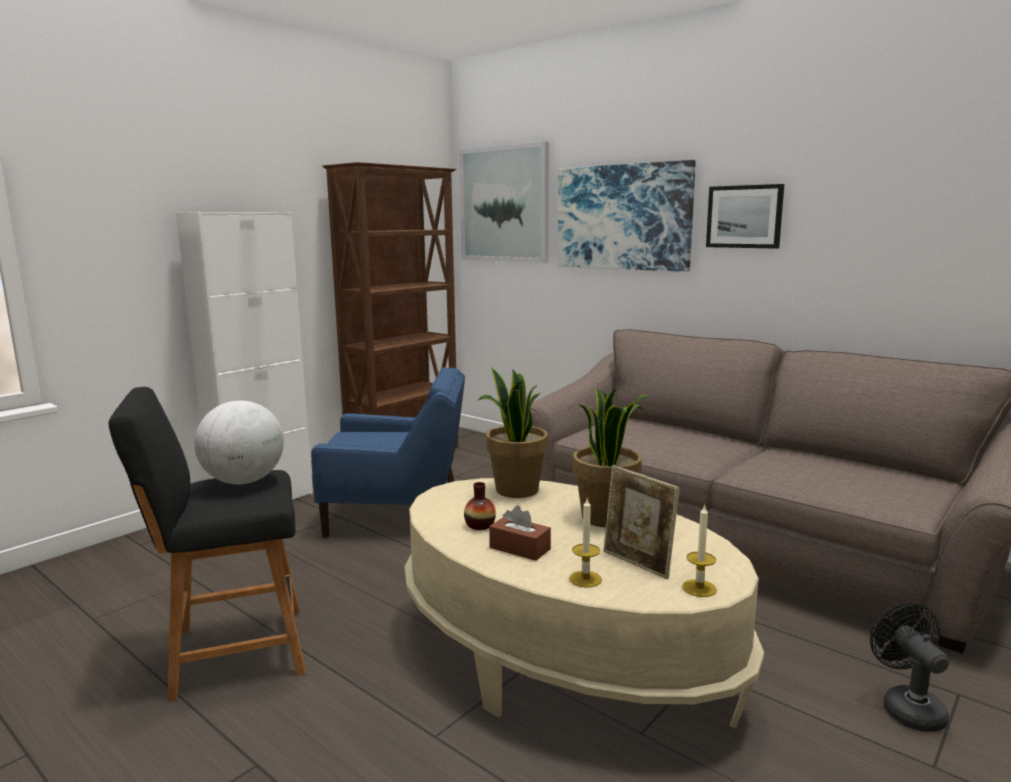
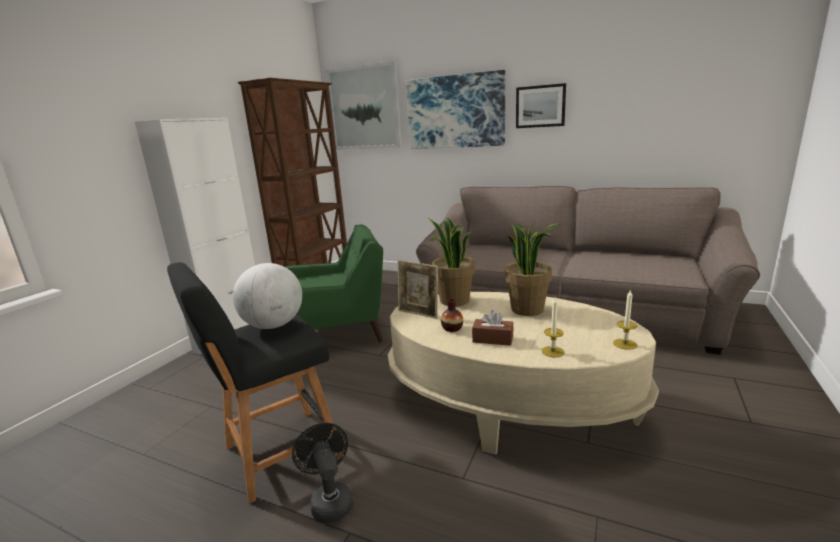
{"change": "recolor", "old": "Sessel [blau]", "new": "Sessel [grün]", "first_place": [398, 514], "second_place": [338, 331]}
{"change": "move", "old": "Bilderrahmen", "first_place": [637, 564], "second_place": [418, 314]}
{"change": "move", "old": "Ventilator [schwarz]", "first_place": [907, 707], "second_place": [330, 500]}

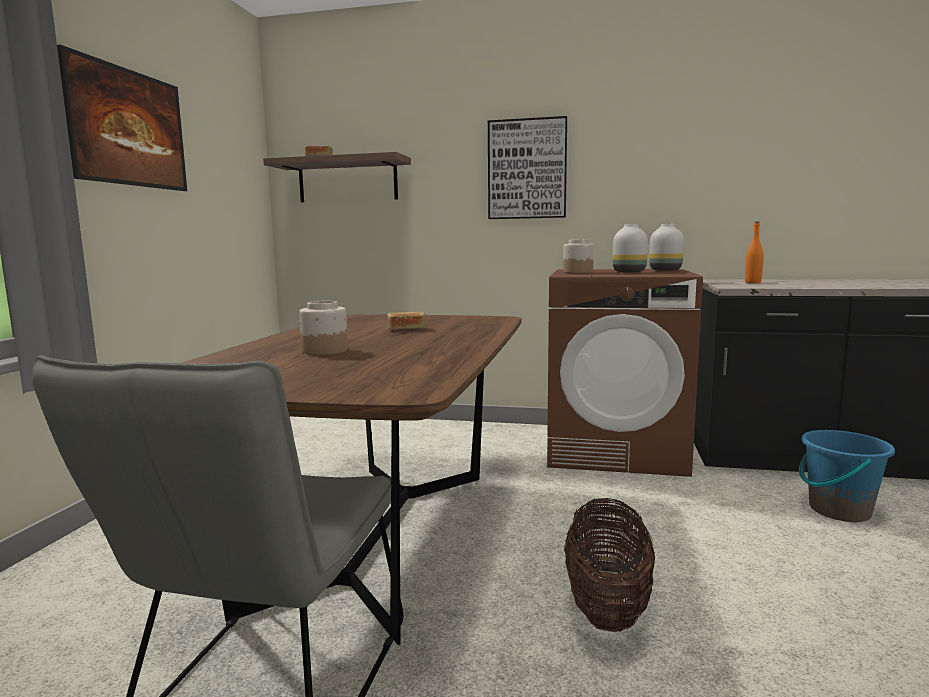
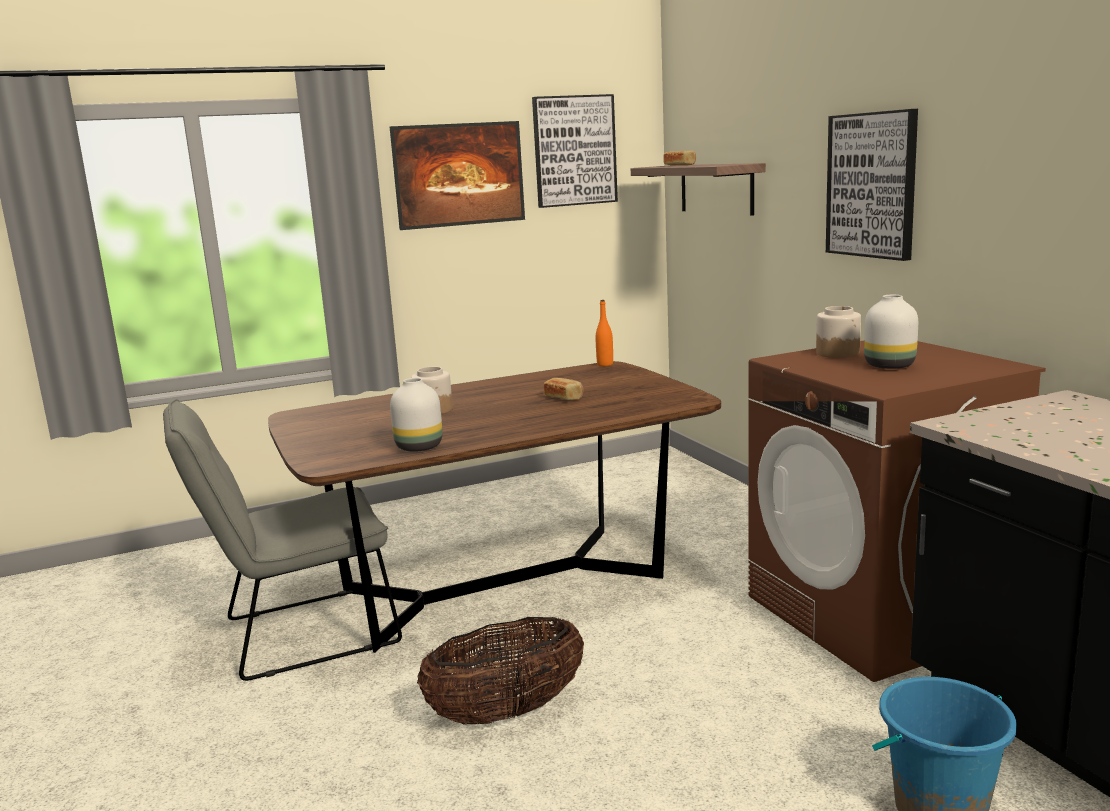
{"change": "move", "old": "Flasche [orange]", "first_place": [752, 283], "second_place": [605, 364]}
{"change": "move", "old": "Vase [weiß]", "first_place": [664, 270], "second_place": [419, 447]}
{"change": "insert", "new": "Bild", "second_place": [574, 151]}

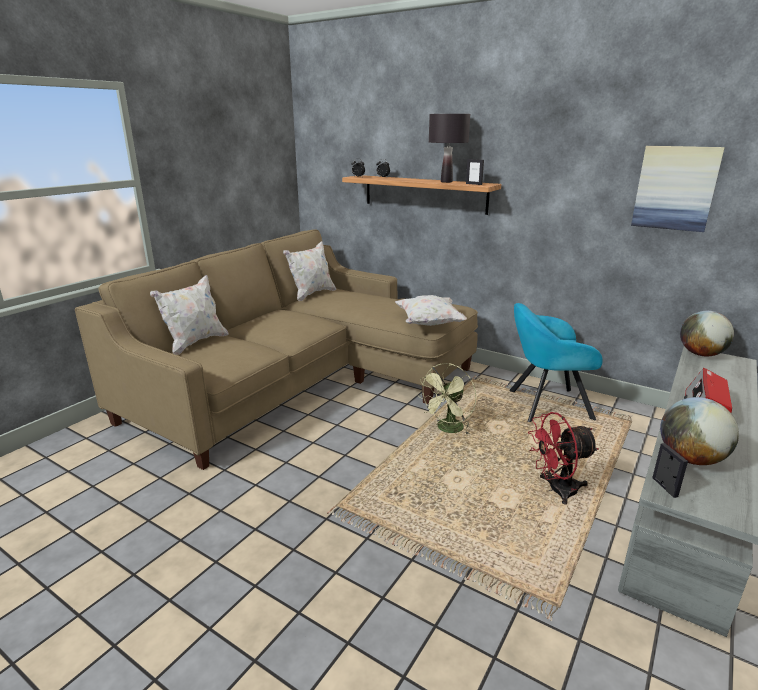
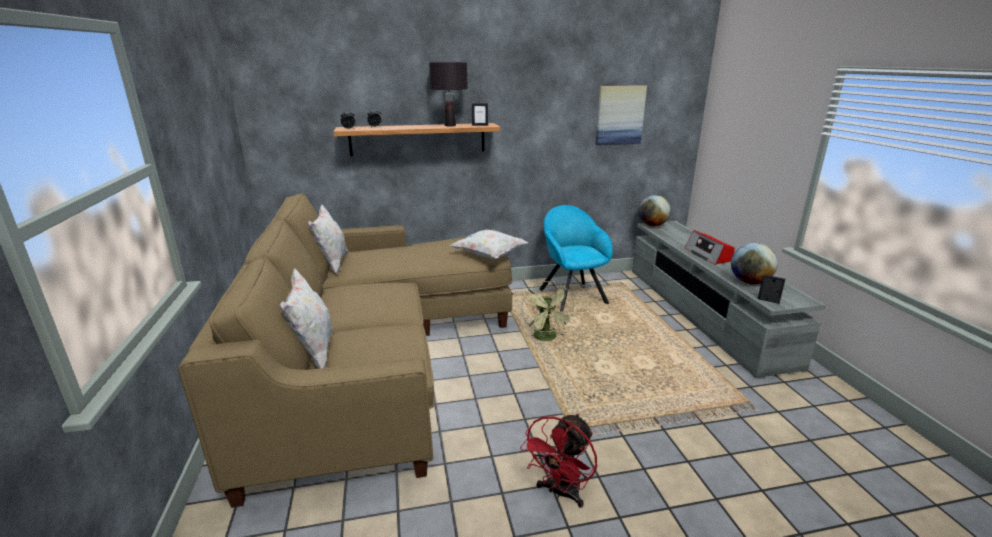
{"change": "rotate", "old": "Sessel [türkis]", "first_place": [545, 405], "second_place": [571, 294], "degrees": 120}
{"change": "move", "old": "Ventilator [rot]", "first_place": [556, 490], "second_place": [560, 493]}

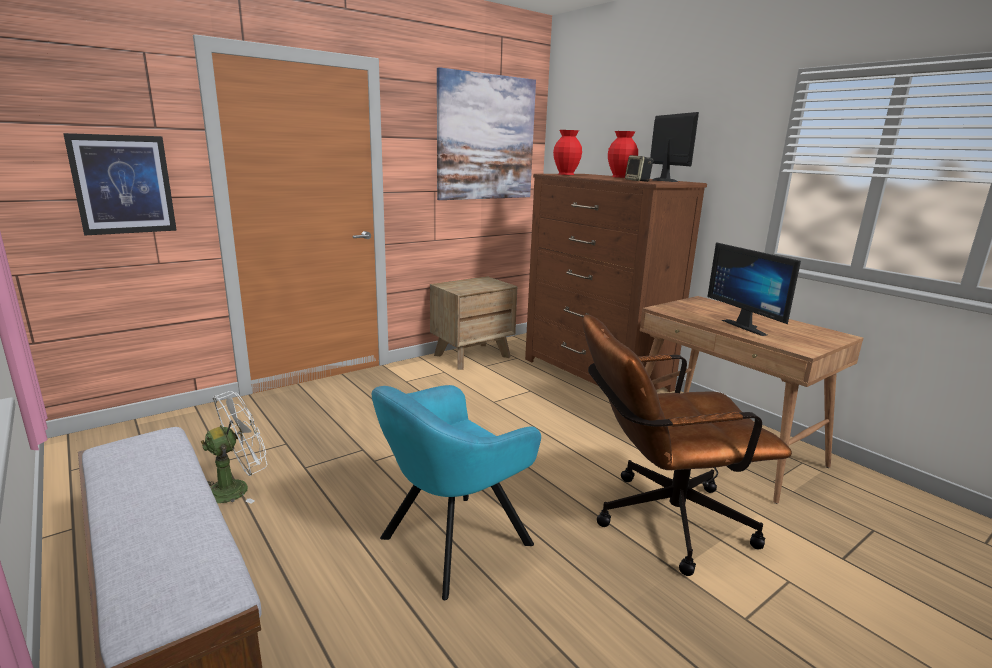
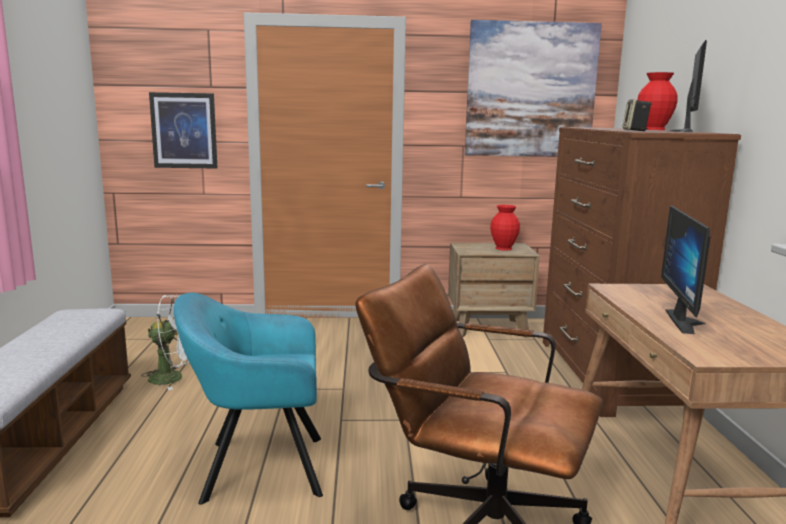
{"change": "move", "old": "Vase [rot]", "first_place": [565, 174], "second_place": [503, 248]}

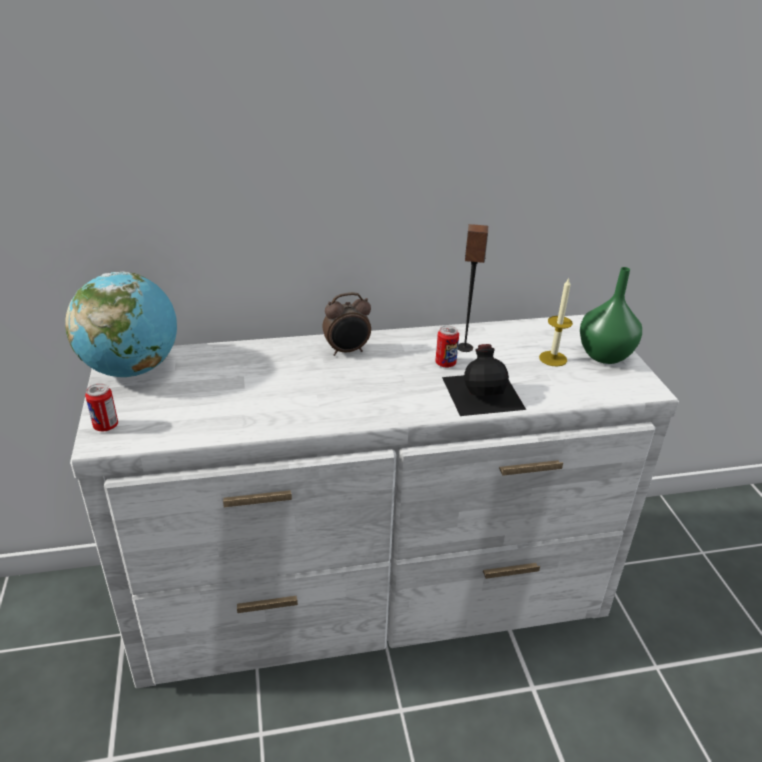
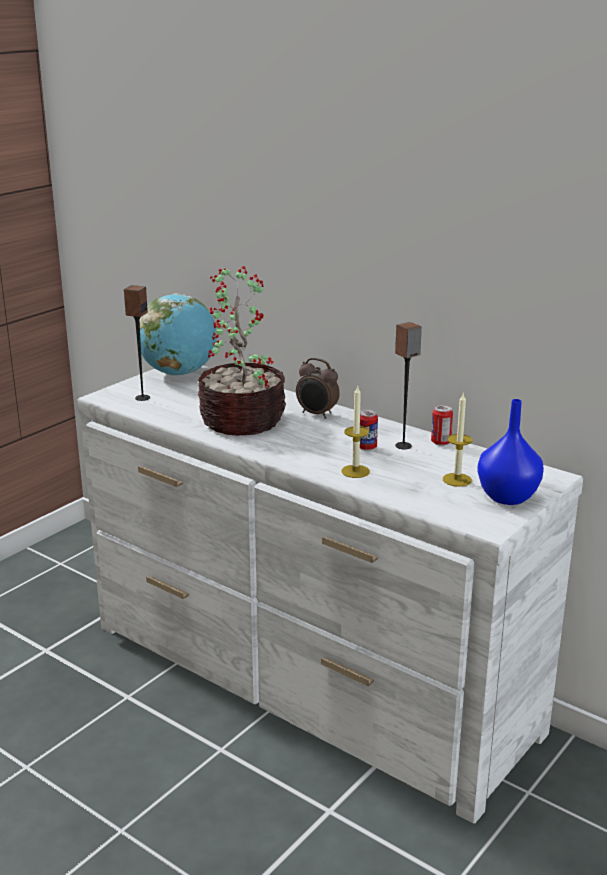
{"change": "recolor", "old": "Vase [grün]", "new": "Vase [blau]", "first_place": [606, 356], "second_place": [508, 497]}
{"change": "replace", "old": "Flasche [schwarz]", "new": "Kerze", "first_place": [483, 392], "second_place": [355, 471]}
{"change": "move", "old": "Dose", "first_place": [106, 426], "second_place": [440, 442]}
{"change": "insert", "new": "Topfpflanze", "second_place": [241, 419]}
{"change": "insert", "new": "Lautsprecher", "second_place": [142, 398]}

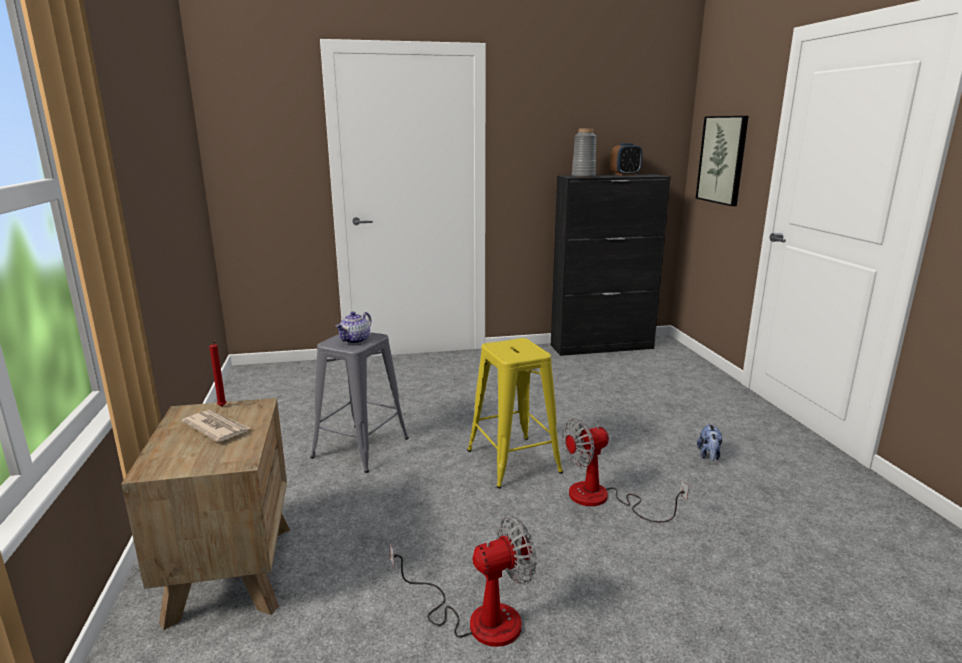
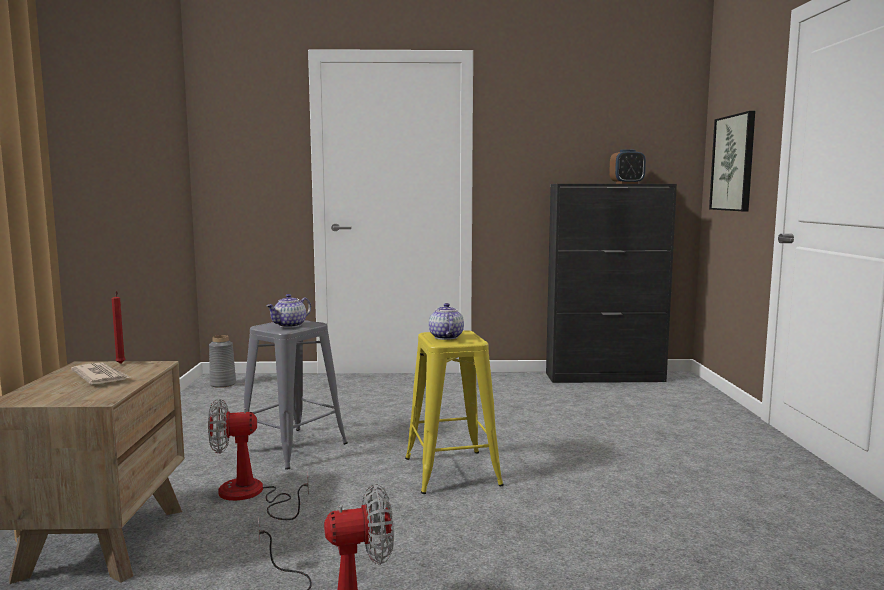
{"change": "move", "old": "Vase [grau]", "first_place": [583, 176], "second_place": [222, 384]}
{"change": "move", "old": "Ventilator", "first_place": [602, 499], "second_place": [251, 495]}
{"change": "delete", "old": "Plüschtier", "first_place": [709, 455]}
{"change": "insert", "new": "Teekanne", "second_place": [445, 337]}

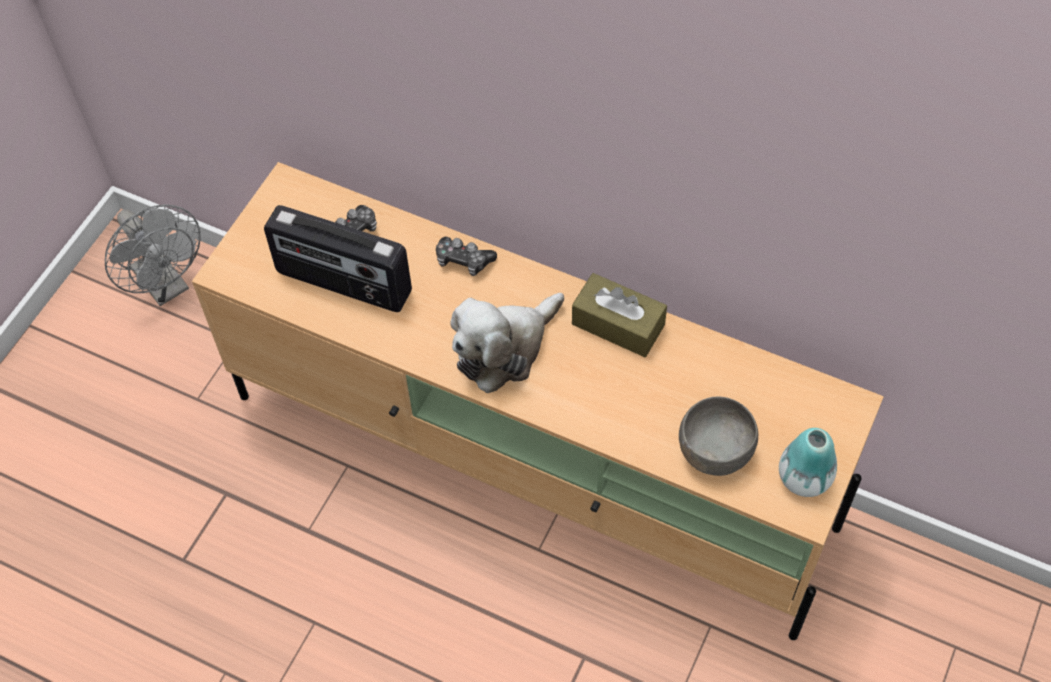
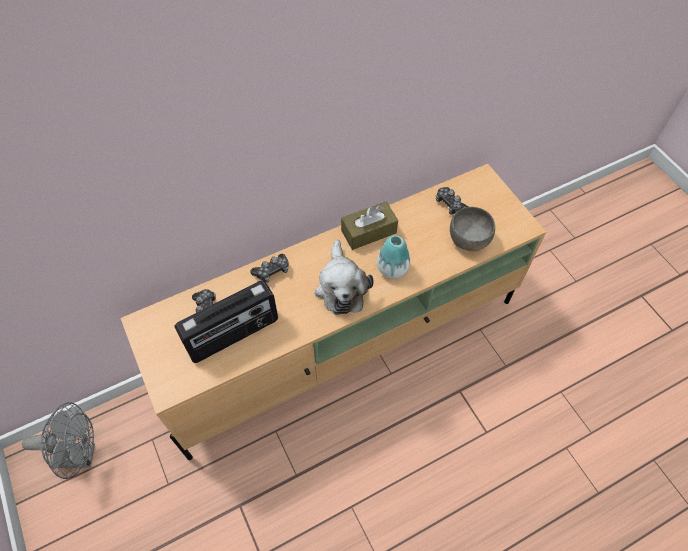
{"change": "move", "old": "Vase", "first_place": [804, 478], "second_place": [392, 268]}
{"change": "insert", "new": "Gamepad", "second_place": [450, 204]}

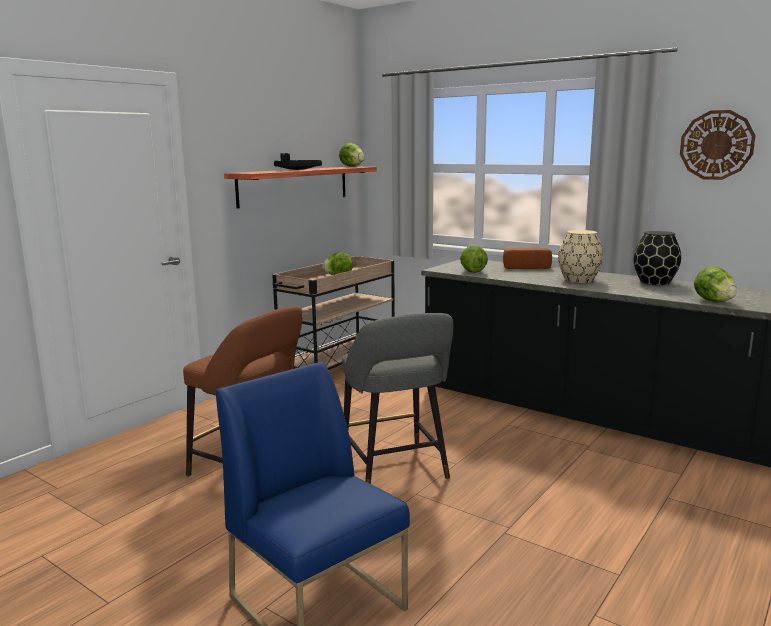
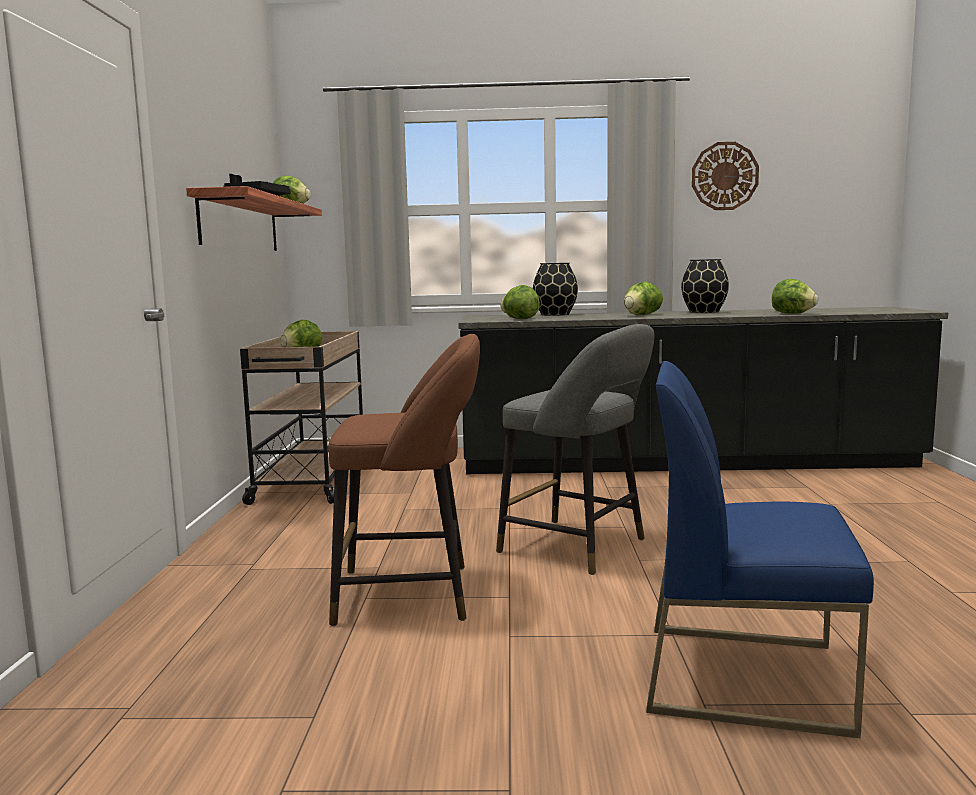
{"change": "replace", "old": "Vase [beige]", "new": "Salatkopf", "first_place": [579, 280], "second_place": [641, 315]}
{"change": "replace", "old": "Brot", "new": "Vase [schwarz]", "first_place": [525, 267], "second_place": [556, 314]}

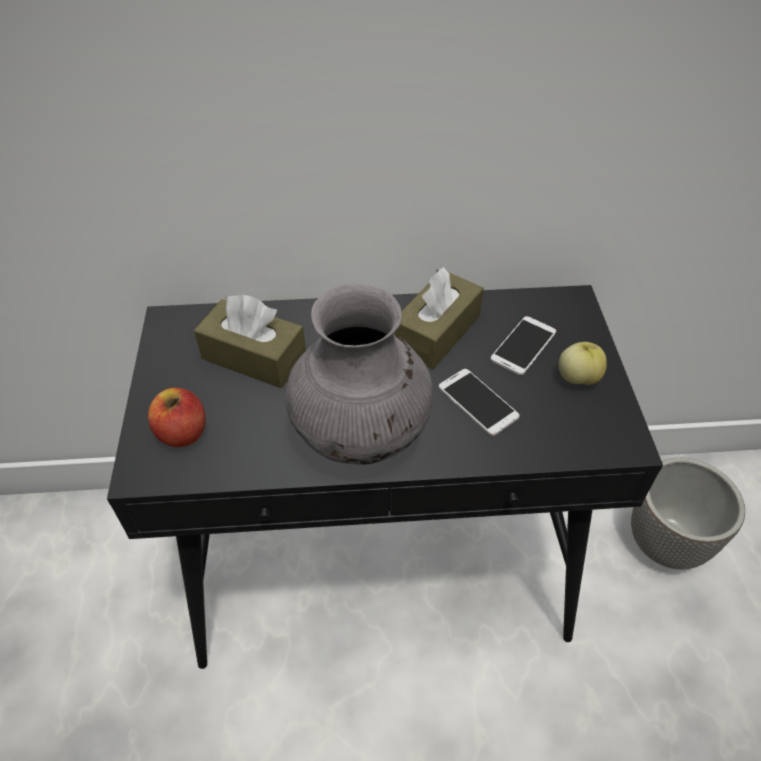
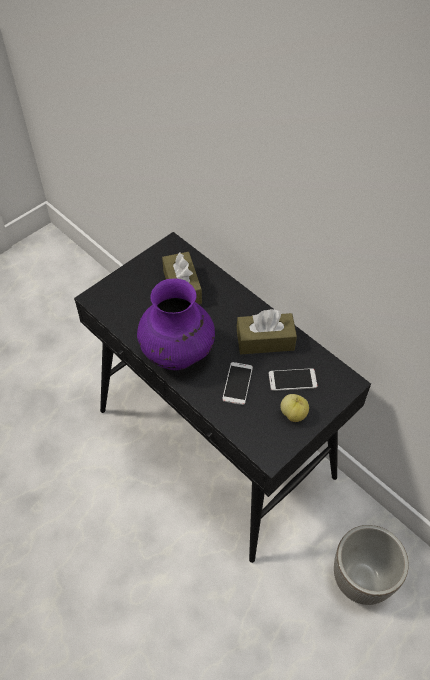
{"change": "recolor", "old": "Vase [grau]", "new": "Vase [lila]", "first_place": [361, 435], "second_place": [177, 353]}
{"change": "delete", "old": "Apfel", "first_place": [182, 432]}

